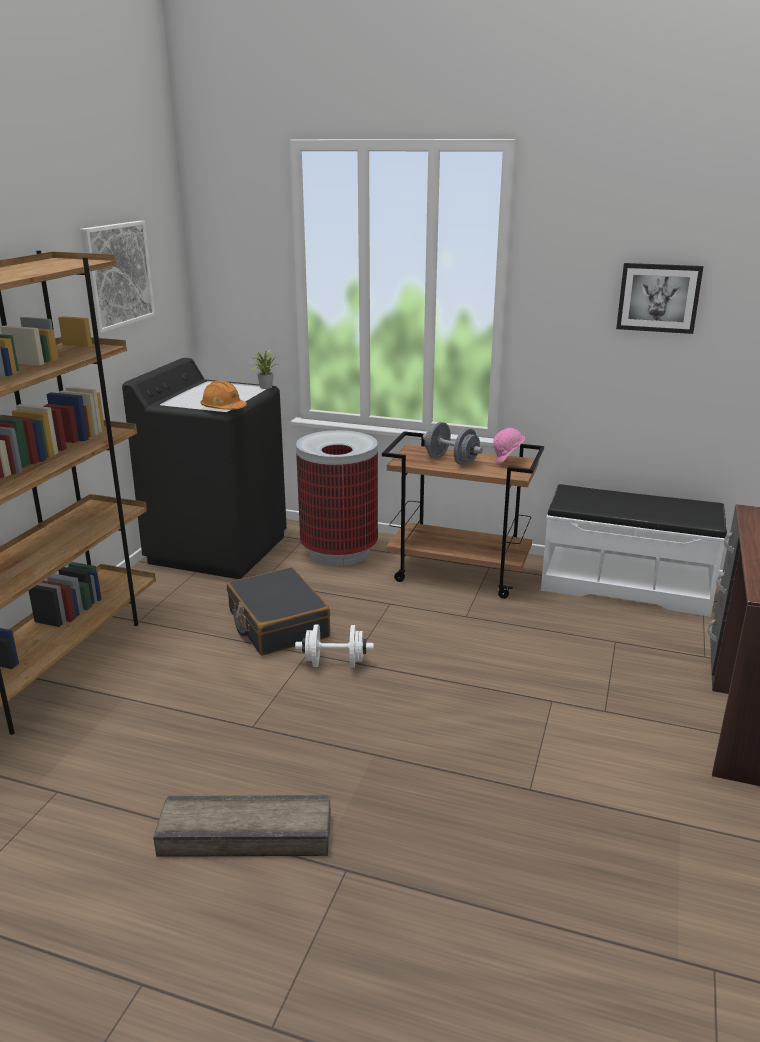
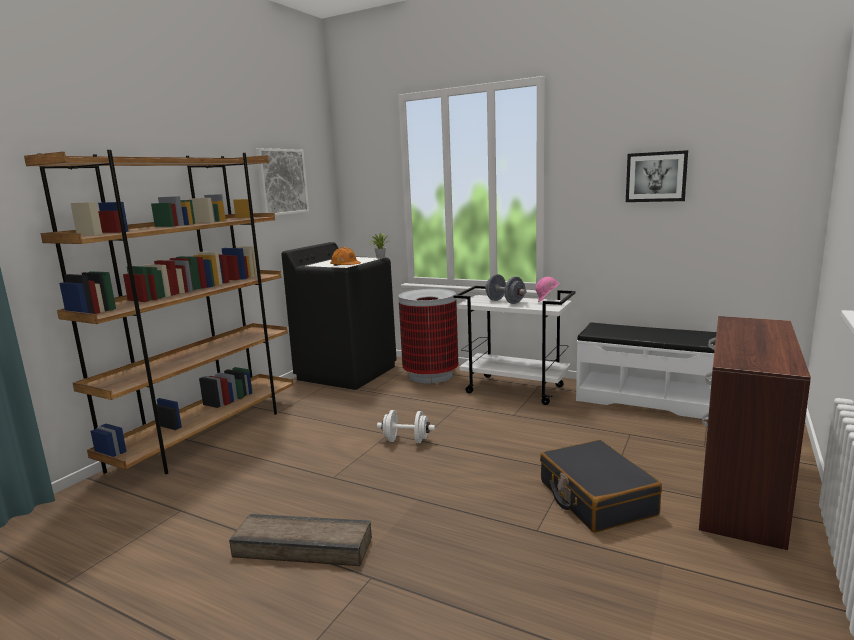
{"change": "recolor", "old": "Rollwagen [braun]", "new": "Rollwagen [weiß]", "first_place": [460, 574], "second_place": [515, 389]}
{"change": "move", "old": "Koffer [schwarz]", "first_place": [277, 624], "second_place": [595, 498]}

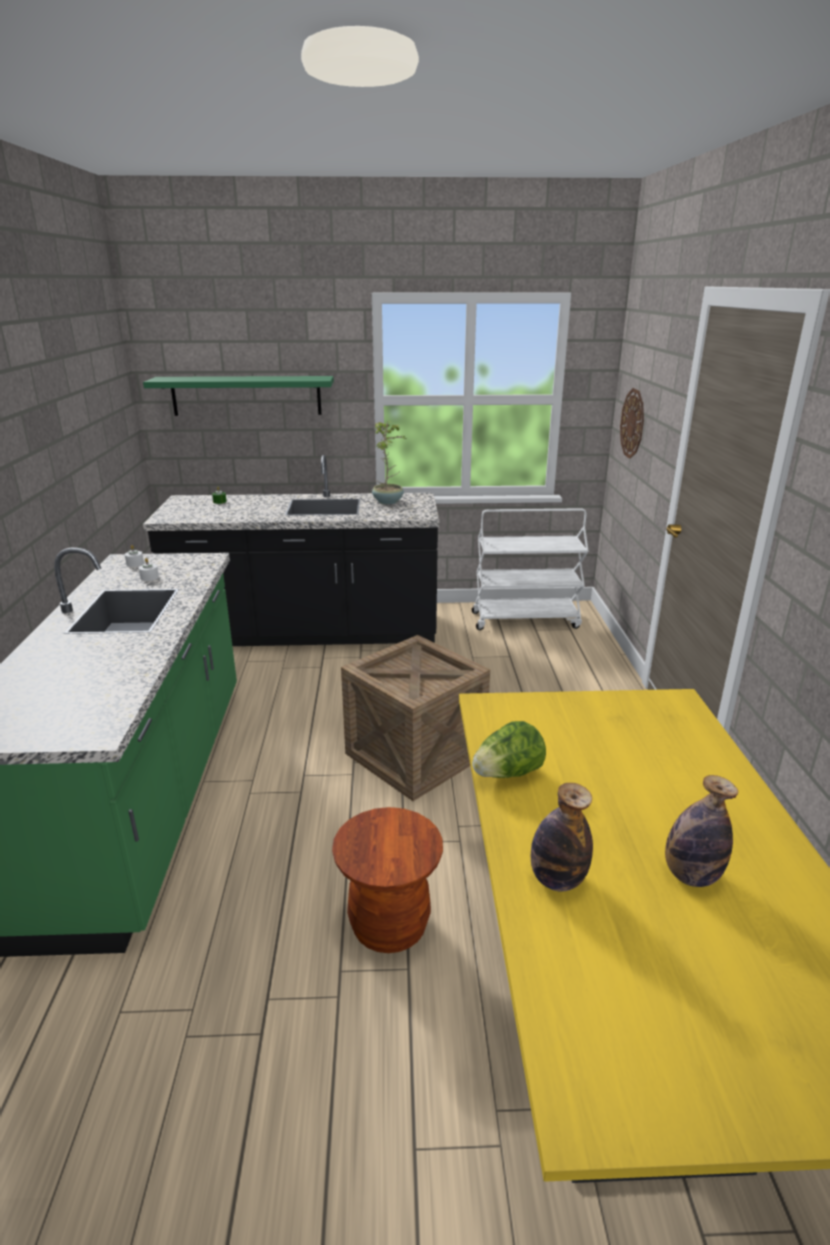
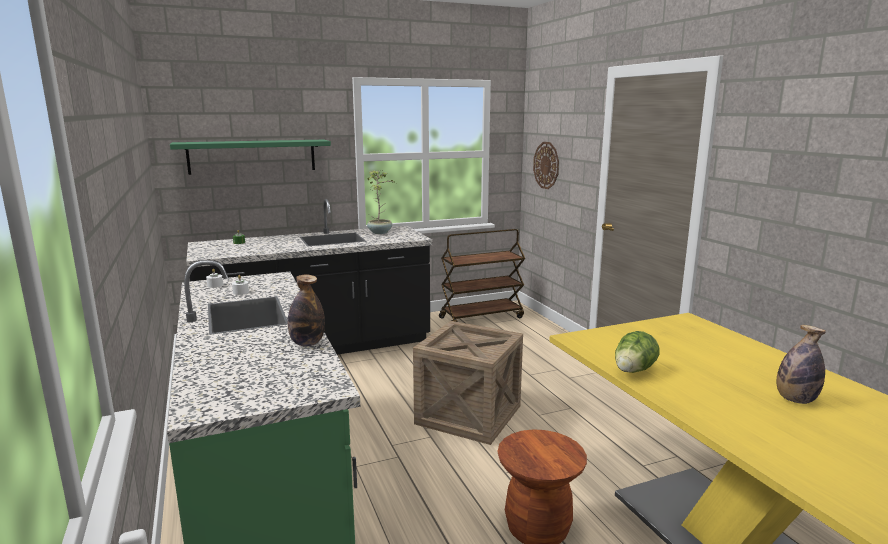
{"change": "recolor", "old": "Rollwagen [weiß]", "new": "Rollwagen [braun]", "first_place": [525, 620], "second_place": [481, 317]}
{"change": "move", "old": "Flasche", "first_place": [557, 879], "second_place": [307, 343]}

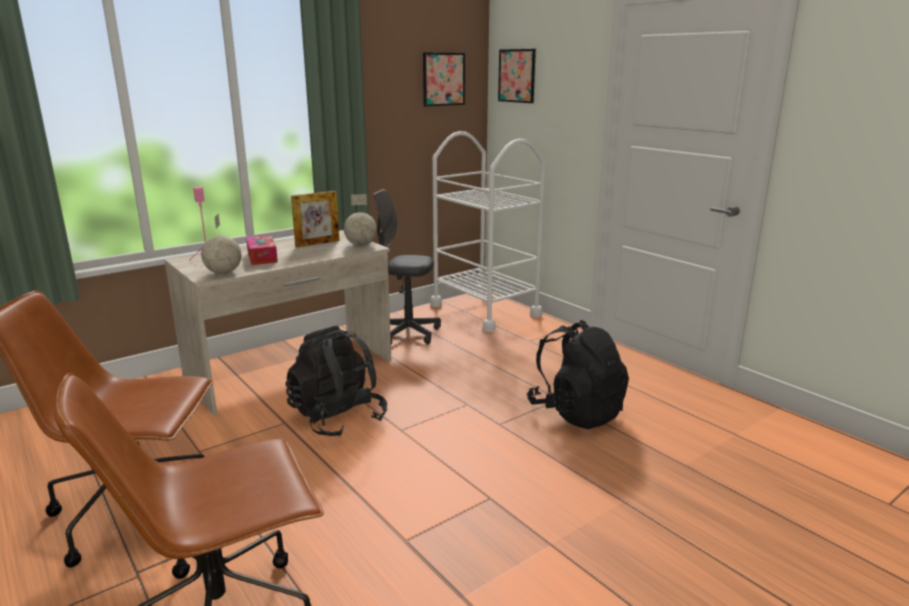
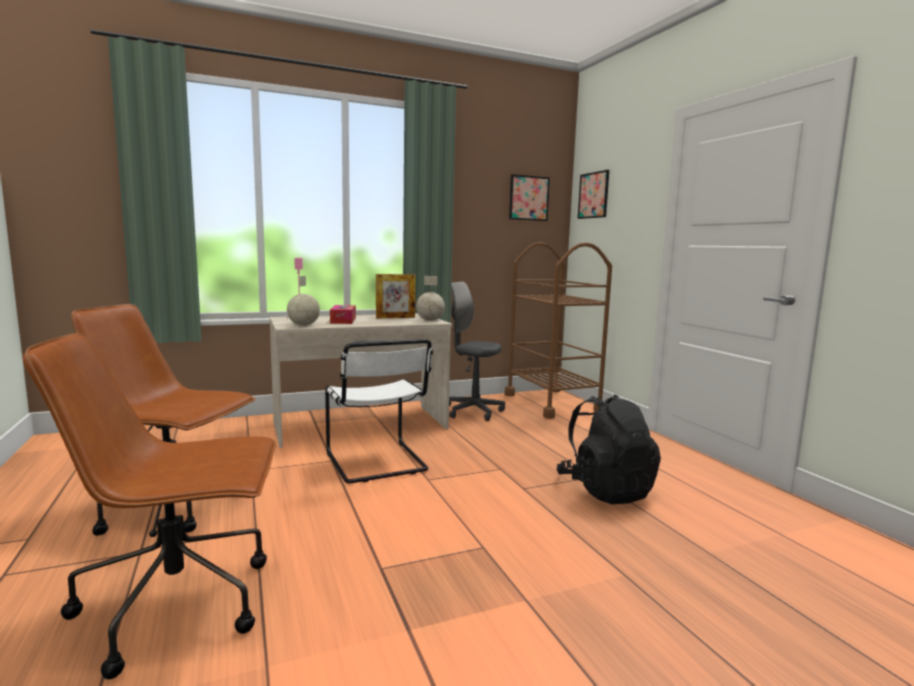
{"change": "recolor", "old": "Rollwagen [weiß]", "new": "Rollwagen [braun]", "first_place": [485, 310], "second_place": [552, 403]}
{"change": "replace", "old": "Rucksack [schwarz]", "new": "Stuhl [weiß]", "first_place": [337, 418], "second_place": [377, 463]}

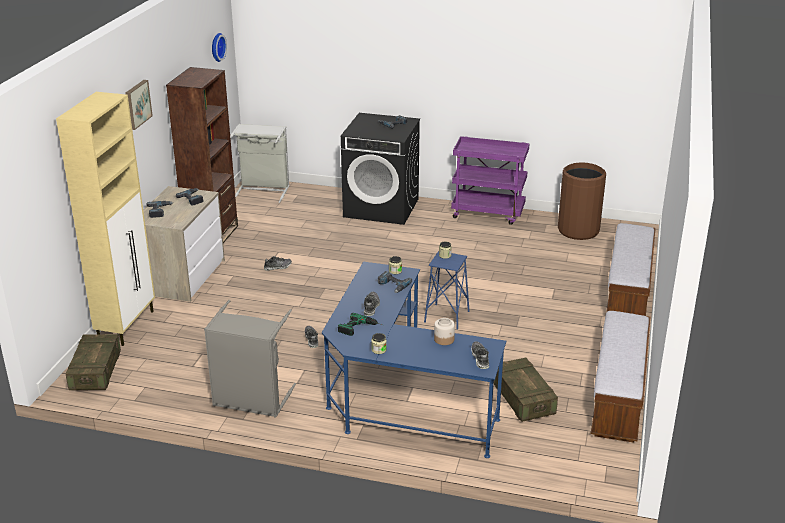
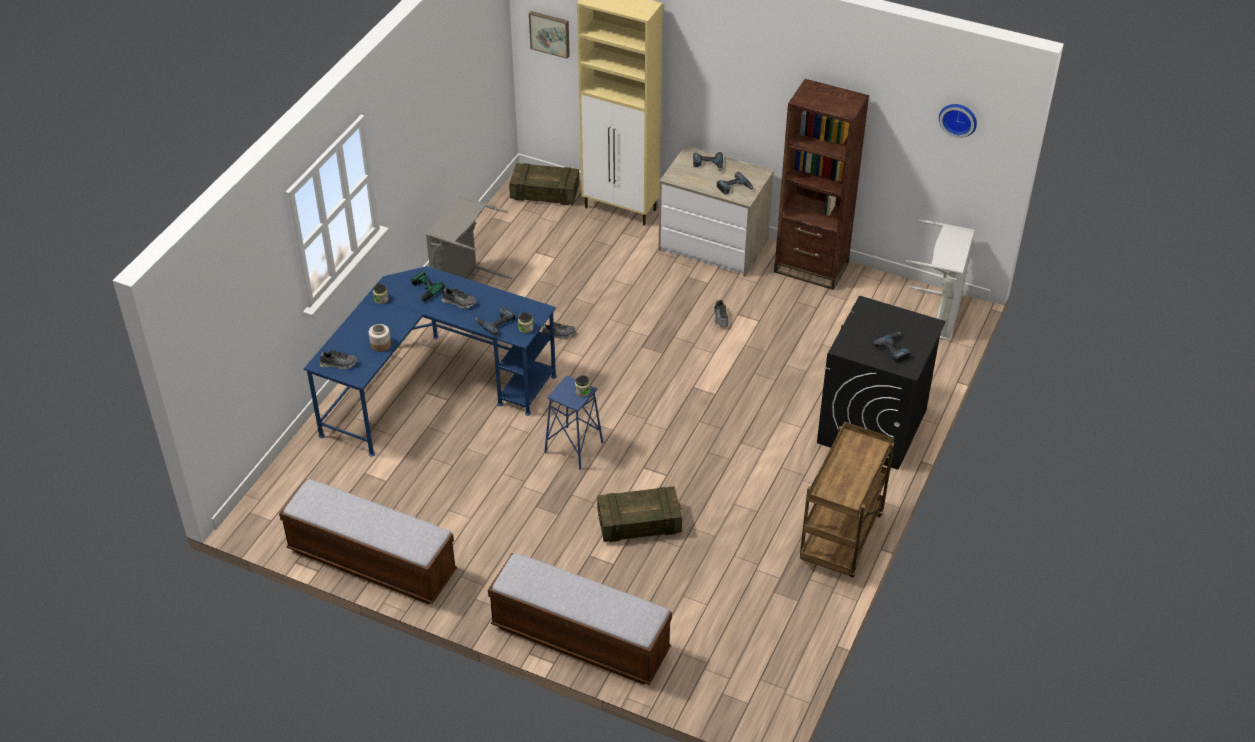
{"change": "move", "old": "Bild", "first_place": [137, 104], "second_place": [550, 33]}
{"change": "recolor", "old": "Rollwagen [lila]", "new": "Rollwagen [braun]", "first_place": [488, 213], "second_place": [841, 540]}
{"change": "delete", "old": "Mülleimer [braun]", "first_place": [578, 230]}
{"change": "move", "old": "Kiste", "first_place": [523, 399], "second_place": [639, 523]}

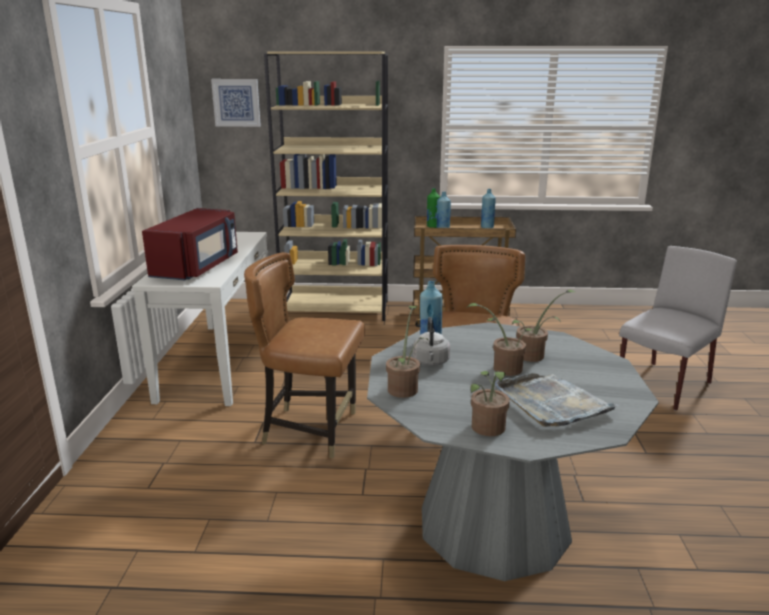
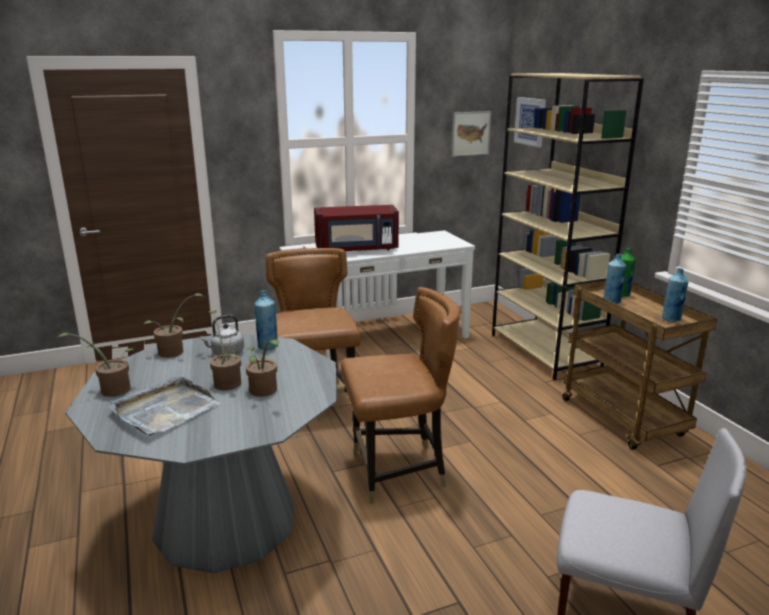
{"change": "insert", "new": "Bild", "second_place": [470, 133]}

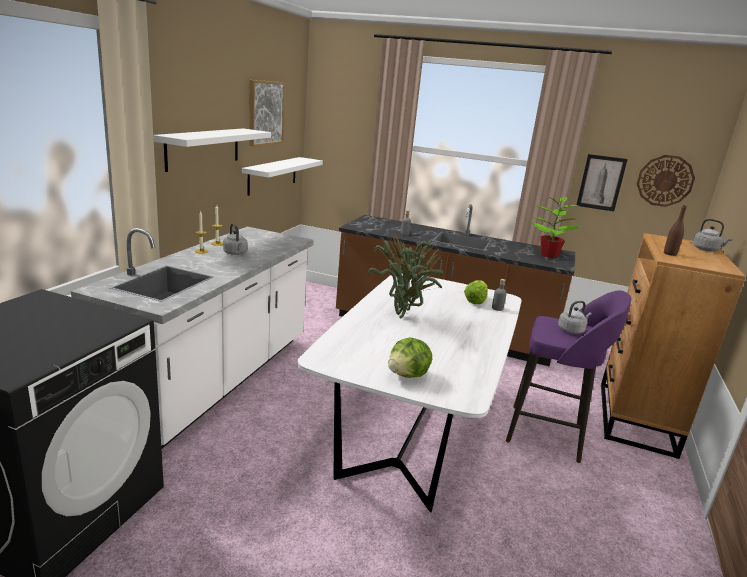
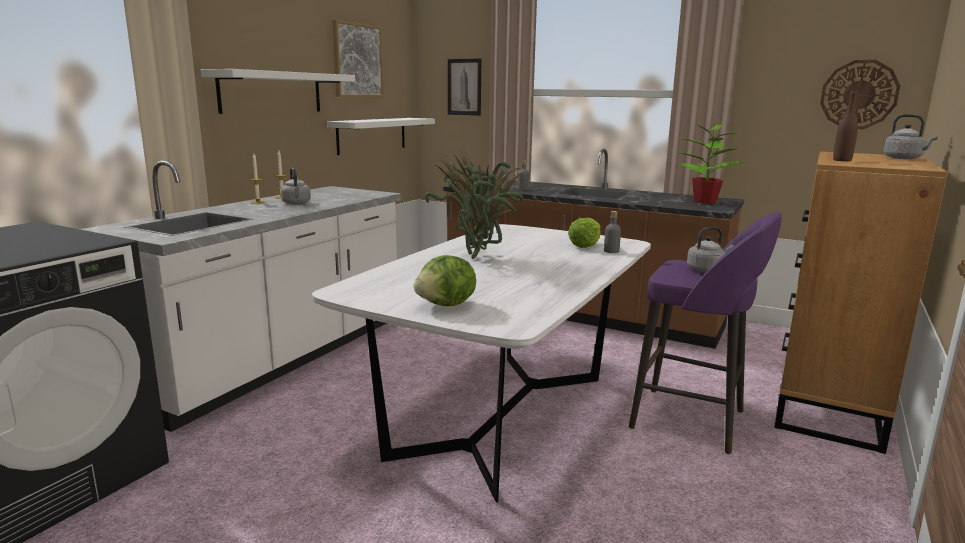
{"change": "move", "old": "Bild", "first_place": [601, 182], "second_place": [464, 87]}

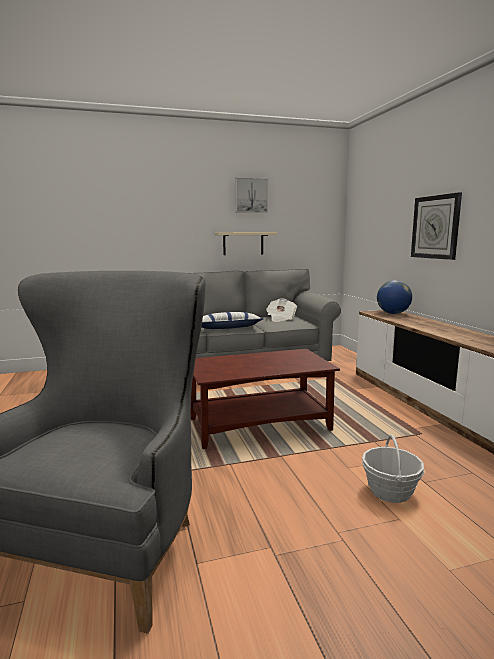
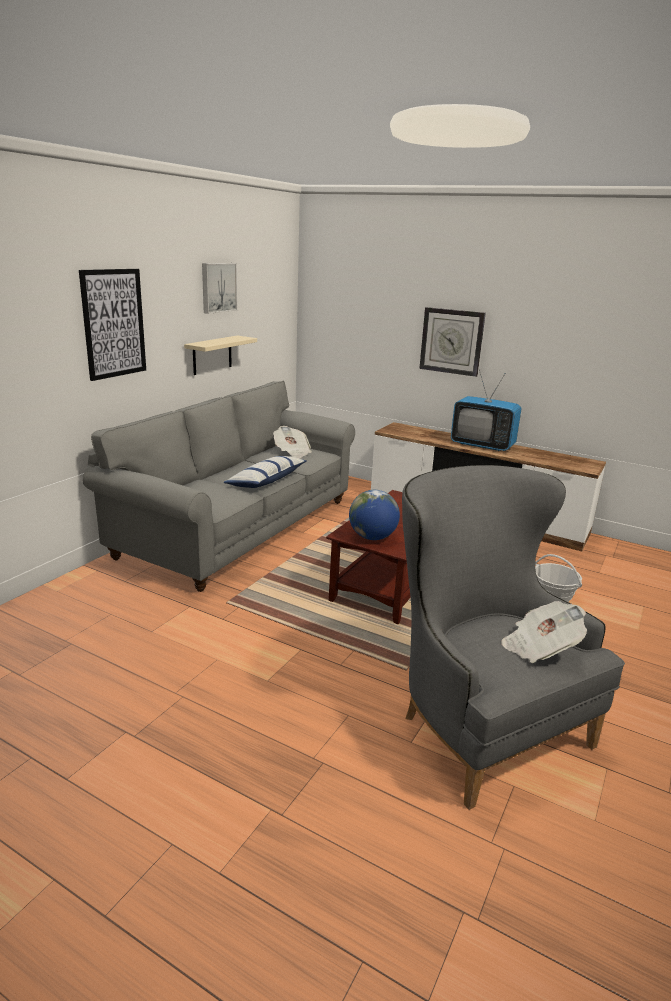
{"change": "move", "old": "Globus", "first_place": [393, 313], "second_place": [372, 537]}
{"change": "insert", "new": "Bild", "second_place": [113, 323]}
{"change": "insert", "new": "Fernseher", "second_place": [482, 445]}
{"change": "insert", "new": "Zeitung", "second_place": [540, 648]}

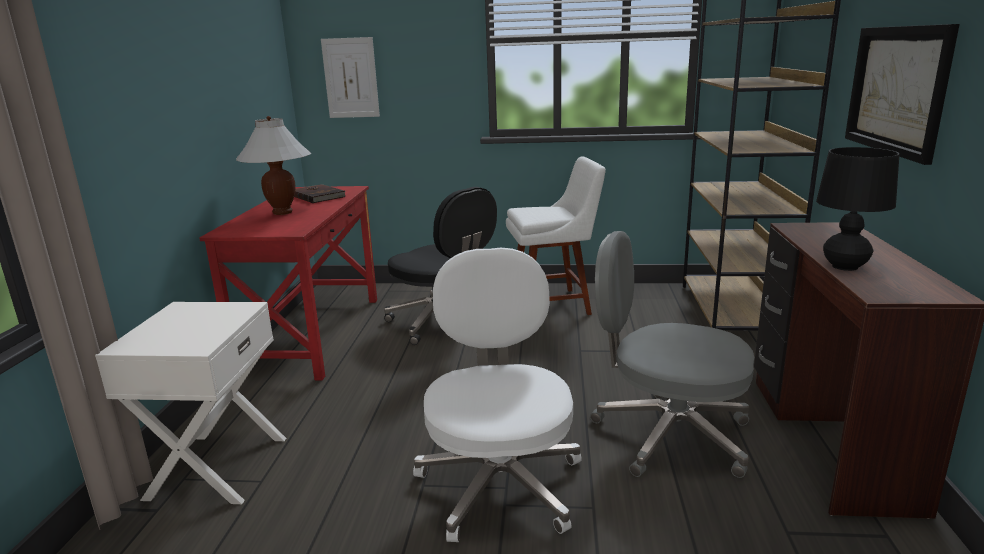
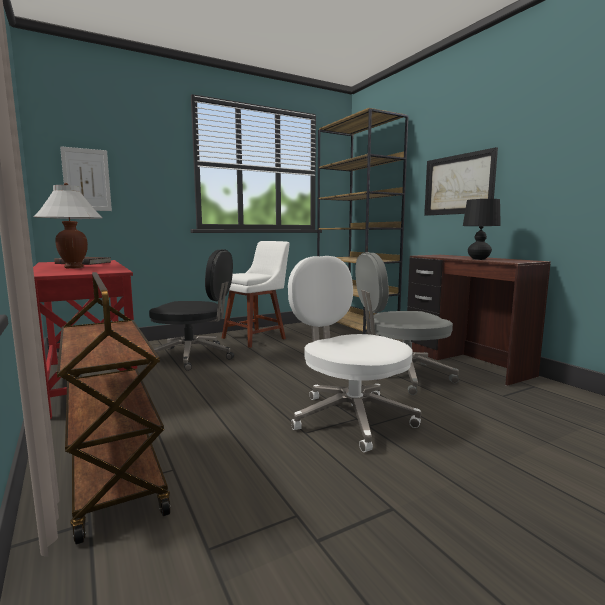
{"change": "replace", "old": "Nachttisch [weiß]", "new": "Rollwagen [braun]", "first_place": [216, 467], "second_place": [113, 475]}

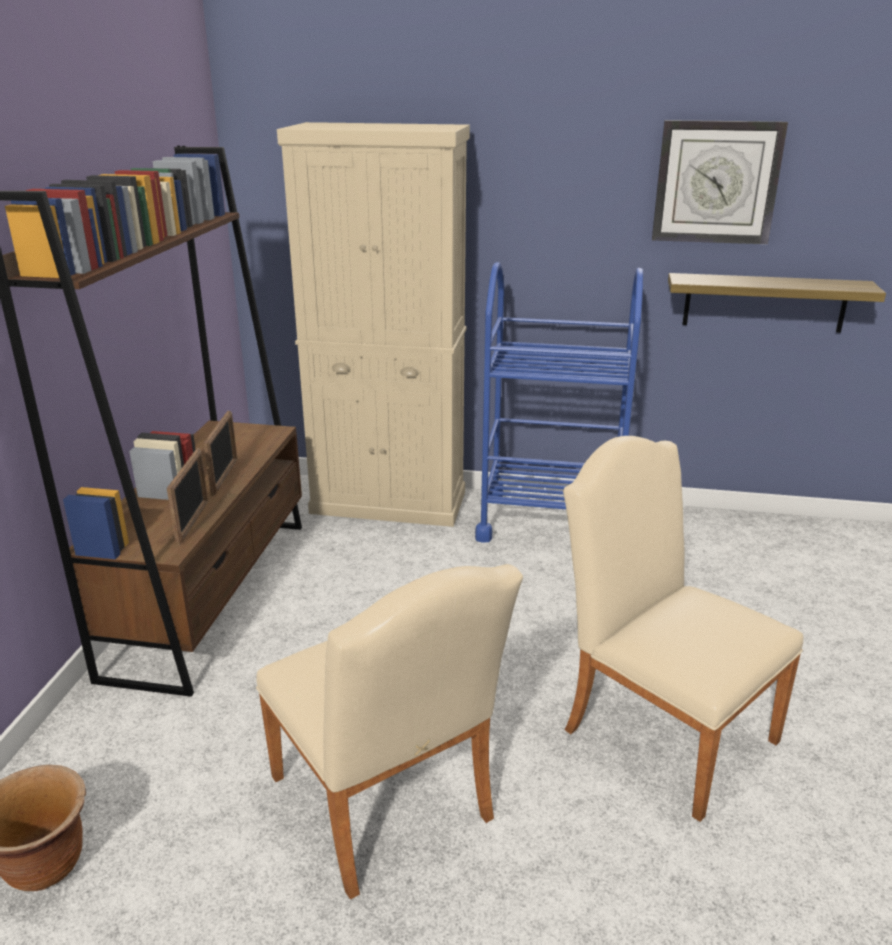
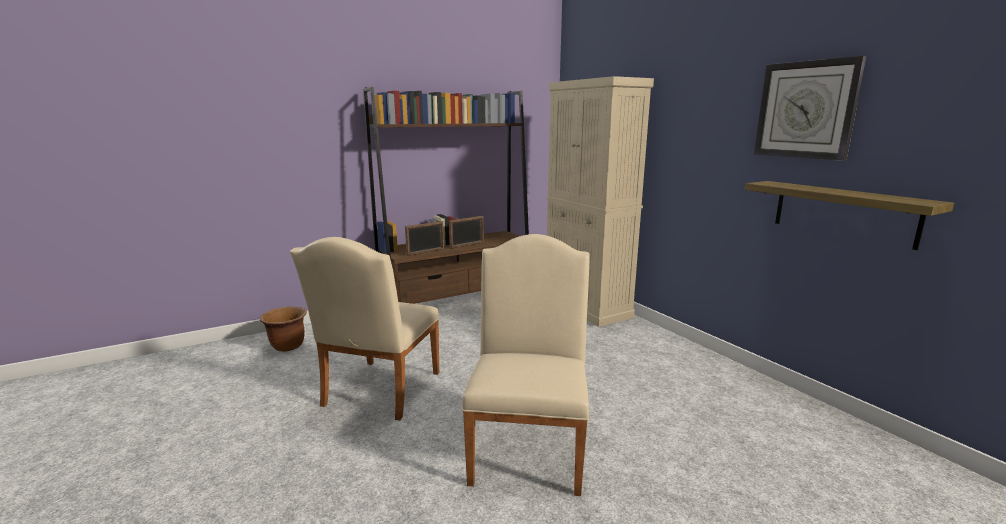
{"change": "delete", "old": "Rollwagen [blau]", "first_place": [550, 521]}

